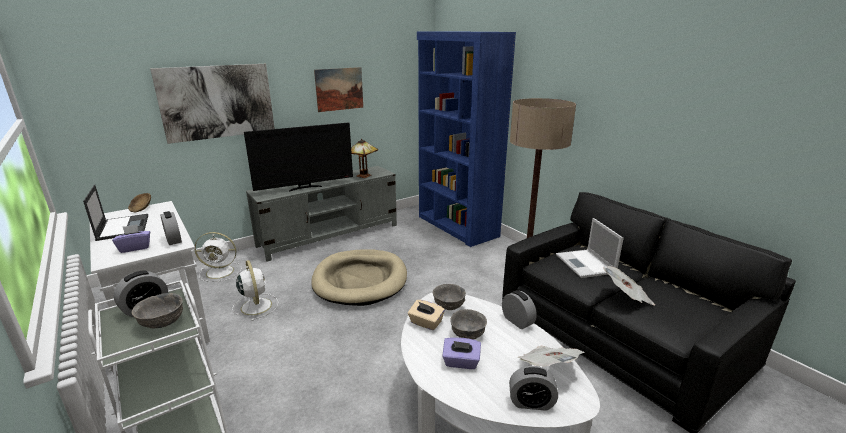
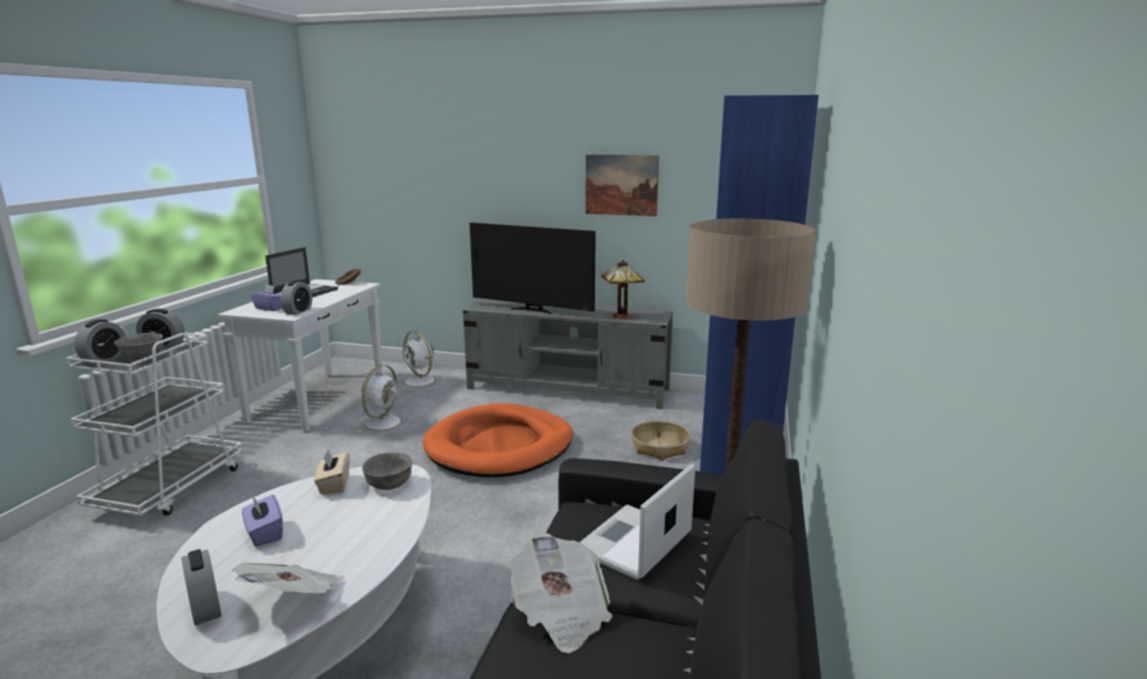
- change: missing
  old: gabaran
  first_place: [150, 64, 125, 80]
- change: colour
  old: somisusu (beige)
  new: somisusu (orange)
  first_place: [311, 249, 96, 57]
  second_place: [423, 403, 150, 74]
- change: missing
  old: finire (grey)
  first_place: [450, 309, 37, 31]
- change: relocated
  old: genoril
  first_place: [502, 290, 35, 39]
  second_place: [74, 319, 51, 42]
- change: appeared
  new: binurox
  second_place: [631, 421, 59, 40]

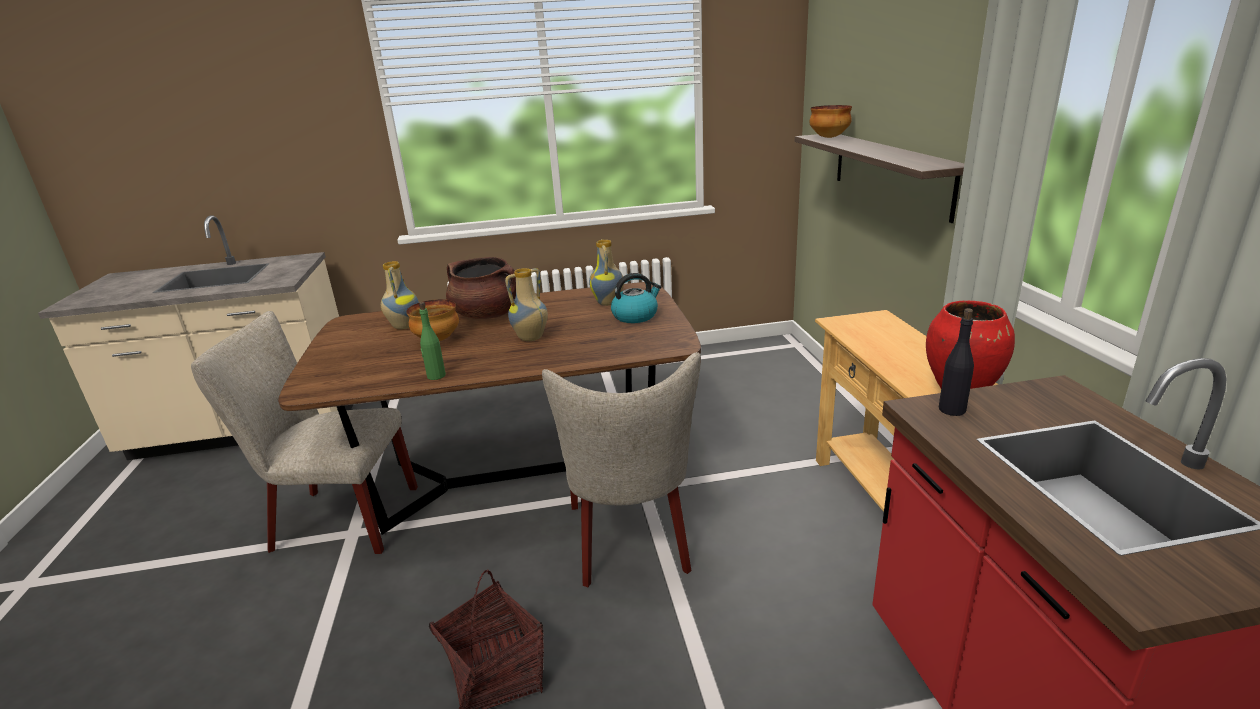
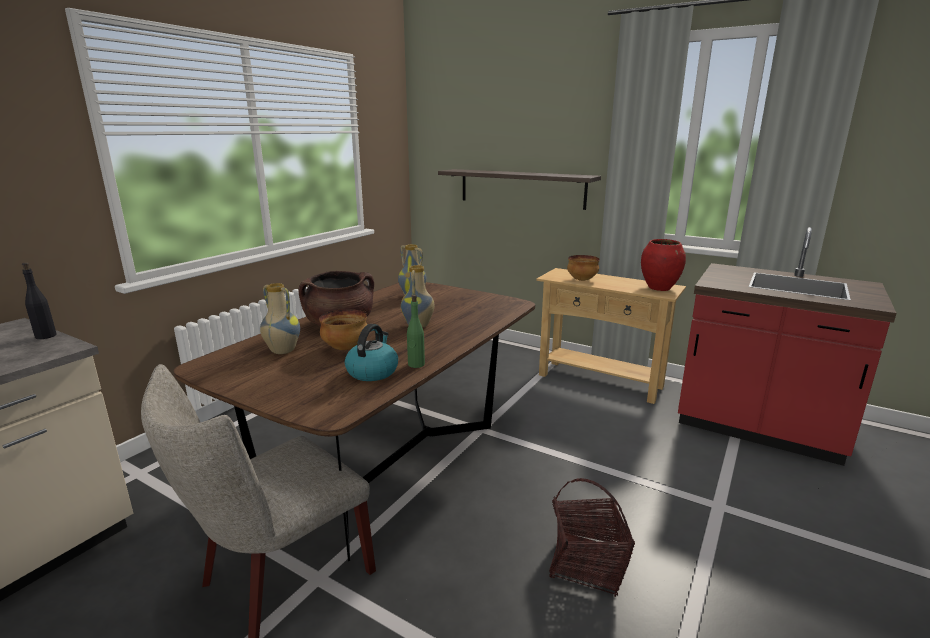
- change: missing
  old: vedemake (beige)
  first_place: [542, 352, 159, 235]
- change: relocated
  old: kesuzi
  first_place: [611, 273, 50, 50]
  second_place: [345, 324, 53, 57]
- change: relocated
  old: finire
  first_place: [809, 105, 43, 33]
  second_place: [567, 255, 33, 26]
- change: relocated
  old: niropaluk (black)
  first_place: [939, 308, 35, 108]
  second_place: [22, 262, 35, 77]

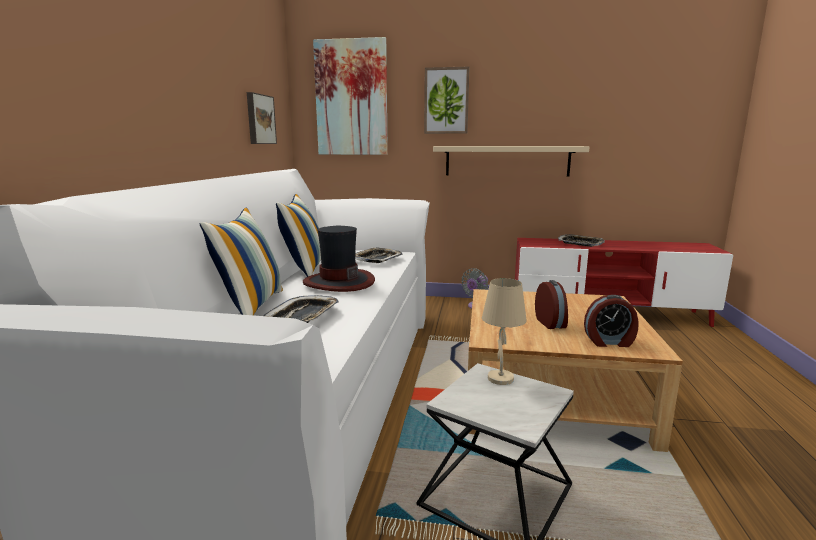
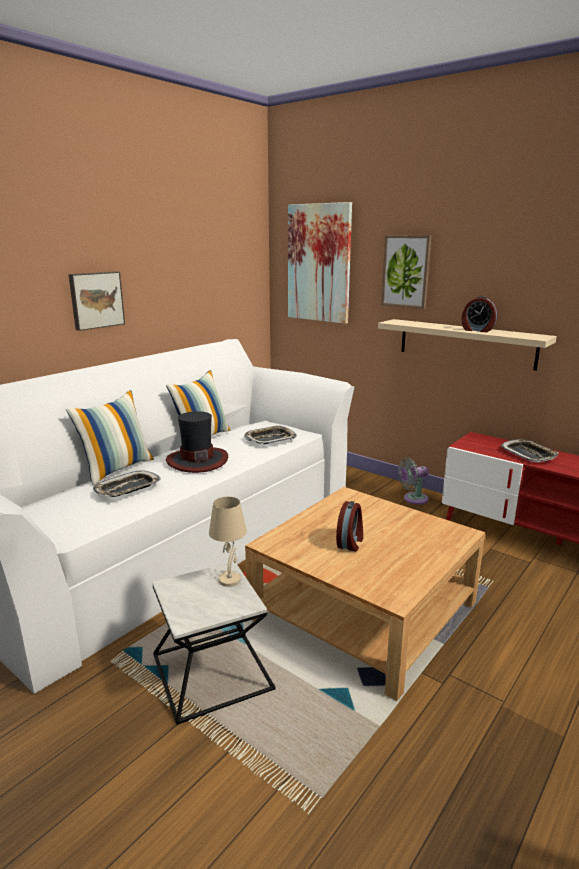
- change: relocated
  old: gabaran
  first_place: [247, 92, 30, 52]
  second_place: [68, 271, 57, 60]
- change: relocated
  old: genoril
  first_place: [584, 295, 55, 52]
  second_place: [461, 296, 37, 36]

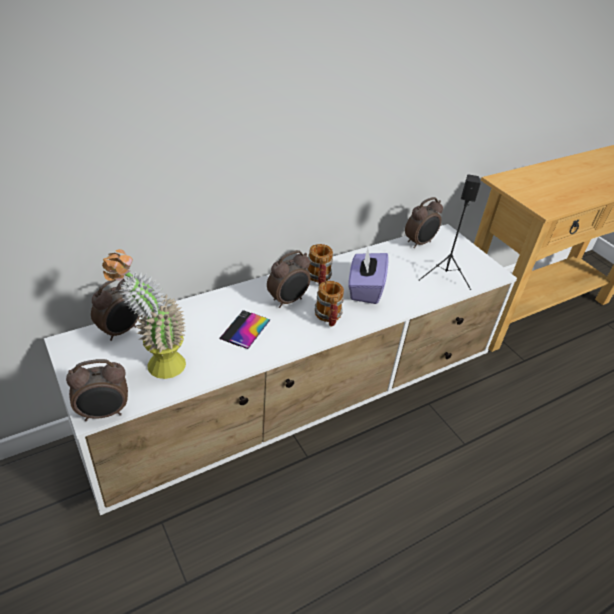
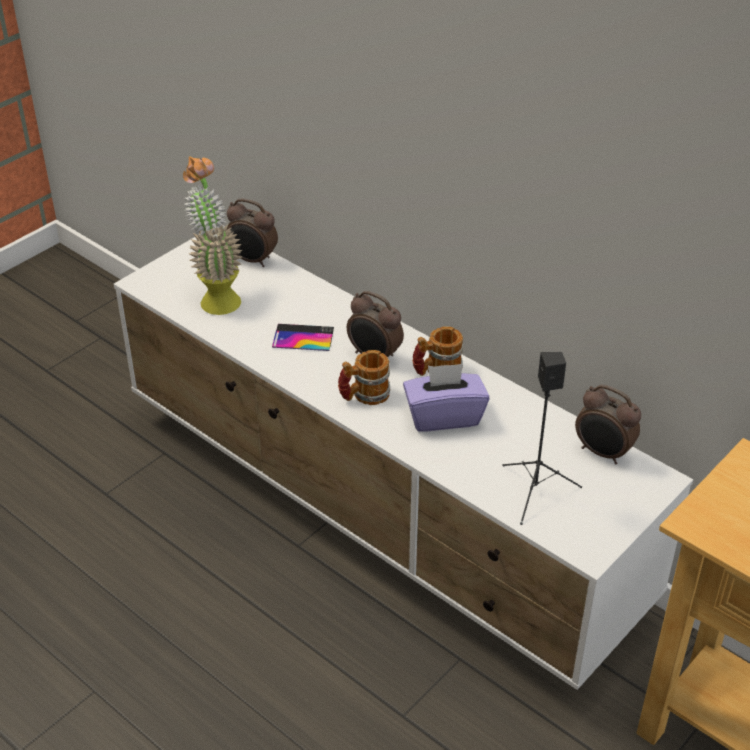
- change: missing
  old: genoril
  first_place: [66, 359, 62, 62]

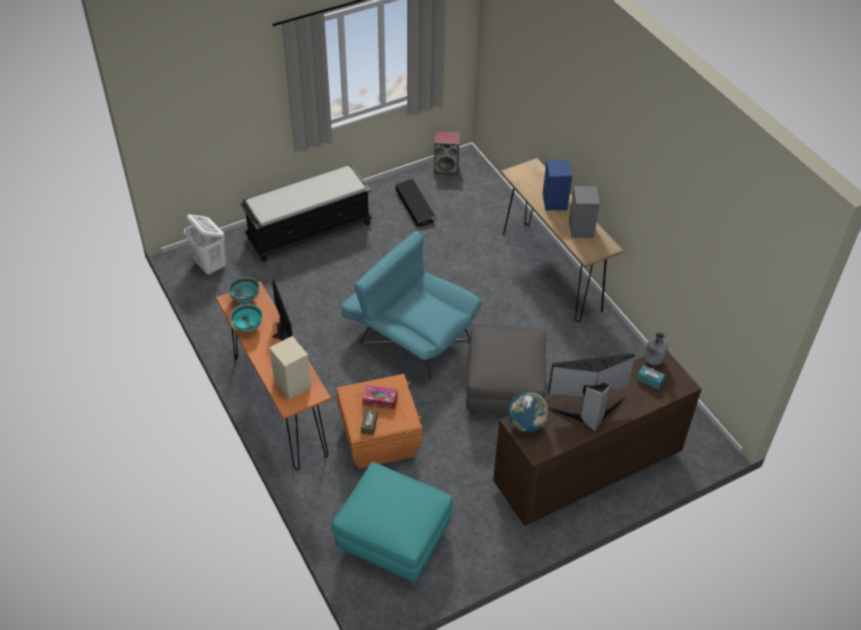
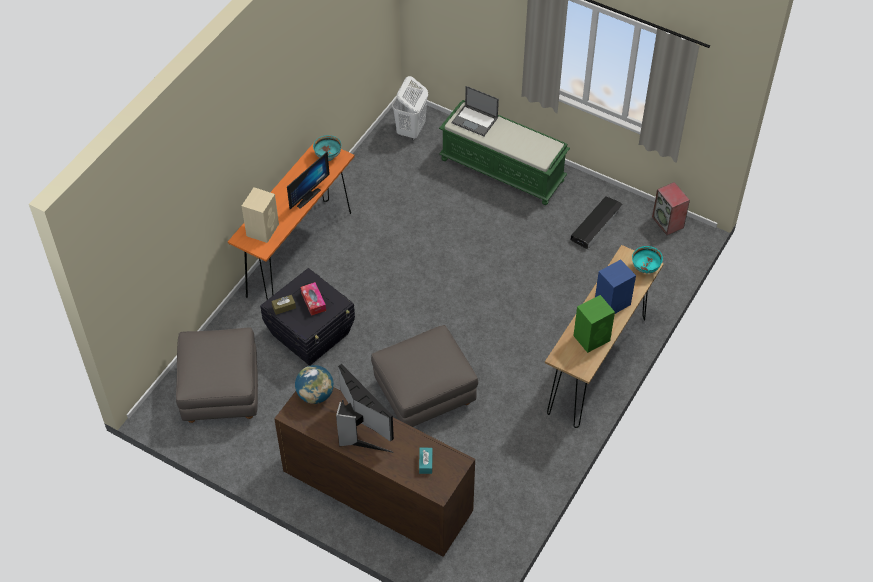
- change: relocated
  old: finire (turquoise)
  first_place: [230, 303, 32, 29]
  second_place: [632, 246, 31, 27]
- change: colour
  old: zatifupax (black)
  new: zatifupax (green)
  first_place: [241, 164, 131, 98]
  second_place: [439, 100, 131, 105]
- change: colour
  old: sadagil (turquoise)
  new: sadagil (grey)
  first_place: [332, 462, 120, 120]
  second_place: [176, 327, 82, 96]
- change: colour
  old: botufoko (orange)
  new: botufoko (black)
  first_place: [336, 374, 86, 95]
  second_place: [260, 268, 95, 98]
- change: missing
  old: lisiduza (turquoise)
  first_place: [341, 231, 141, 149]
- change: colour
  old: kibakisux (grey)
  new: kibakisux (green)
  first_place: [569, 186, 31, 52]
  second_place: [573, 295, 42, 58]
- change: missing
  old: niropaluk (grey)
  first_place: [645, 332, 23, 33]
- change: appeared
  new: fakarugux
  second_place: [452, 86, 47, 50]

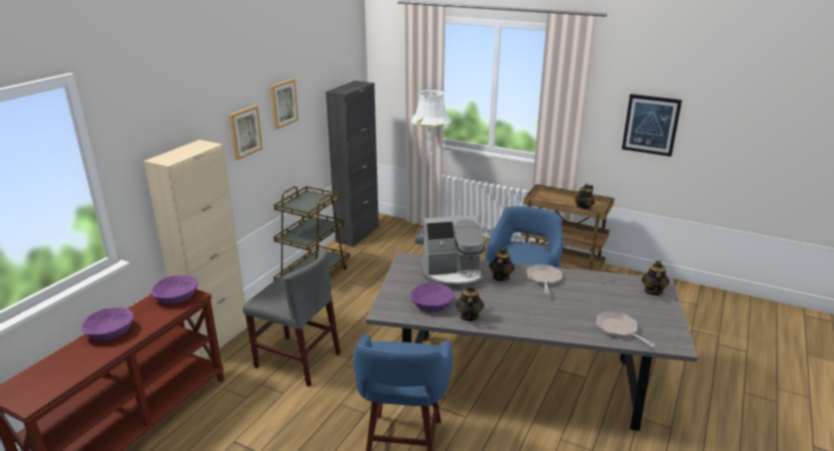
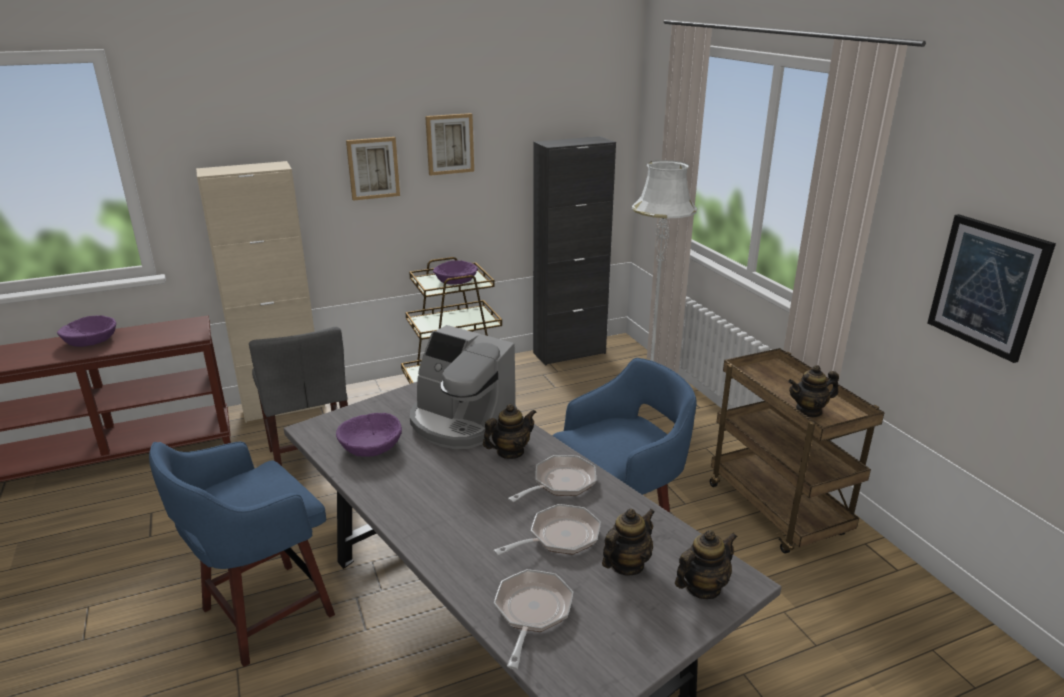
- change: relocated
  old: finire (purple)
  first_place: [151, 275, 47, 29]
  second_place: [433, 260, 45, 25]
- change: relocated
  old: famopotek
  first_place: [456, 283, 28, 38]
  second_place: [602, 508, 53, 68]
- change: appeared
  new: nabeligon
  second_place: [494, 504, 107, 52]

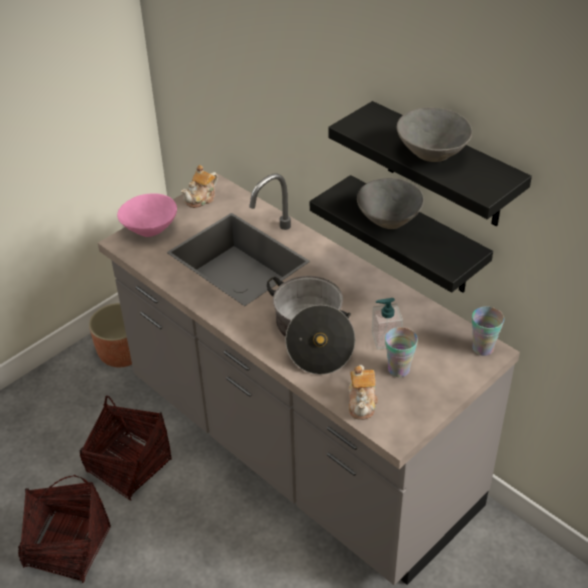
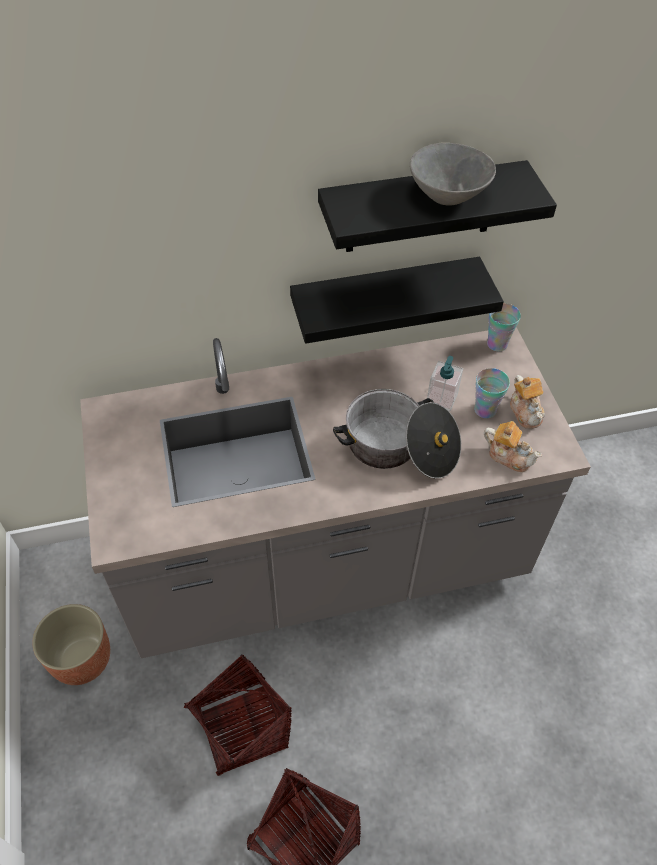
- change: missing
  old: finire (pink)
  first_place: [117, 193, 60, 44]
- change: relocated
  old: famopotek
  first_place: [181, 165, 37, 43]
  second_place: [510, 375, 35, 54]
- change: missing
  old: finire (grey)
  first_place: [357, 178, 67, 51]

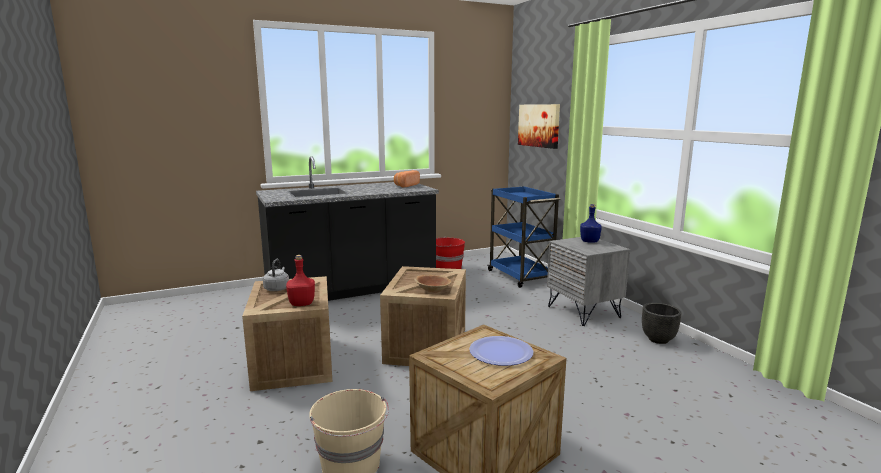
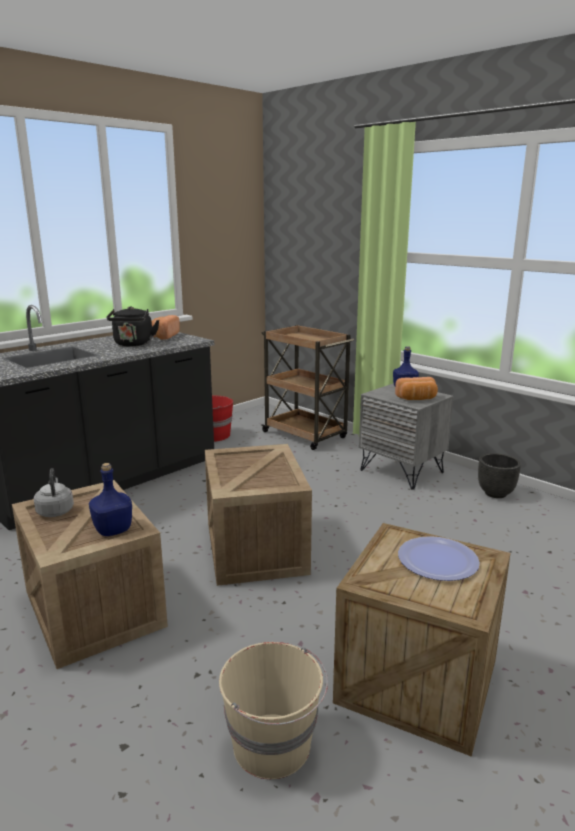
- change: colour
  old: niropaluk (red)
  new: niropaluk (blue)
  first_place: [286, 255, 29, 51]
  second_place: [89, 463, 43, 73]
- change: missing
  old: finire (brown)
  first_place: [414, 274, 38, 19]
- change: colour
  old: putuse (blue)
  new: putuse (brown)
  first_place: [488, 186, 72, 102]
  second_place: [261, 325, 93, 125]
- change: missing
  old: gabaran
  first_place: [518, 104, 42, 45]
- change: appeared
  new: kesuzi (black)
  second_place: [107, 306, 53, 41]
- change: appeared
  new: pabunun
  second_place: [395, 377, 43, 23]

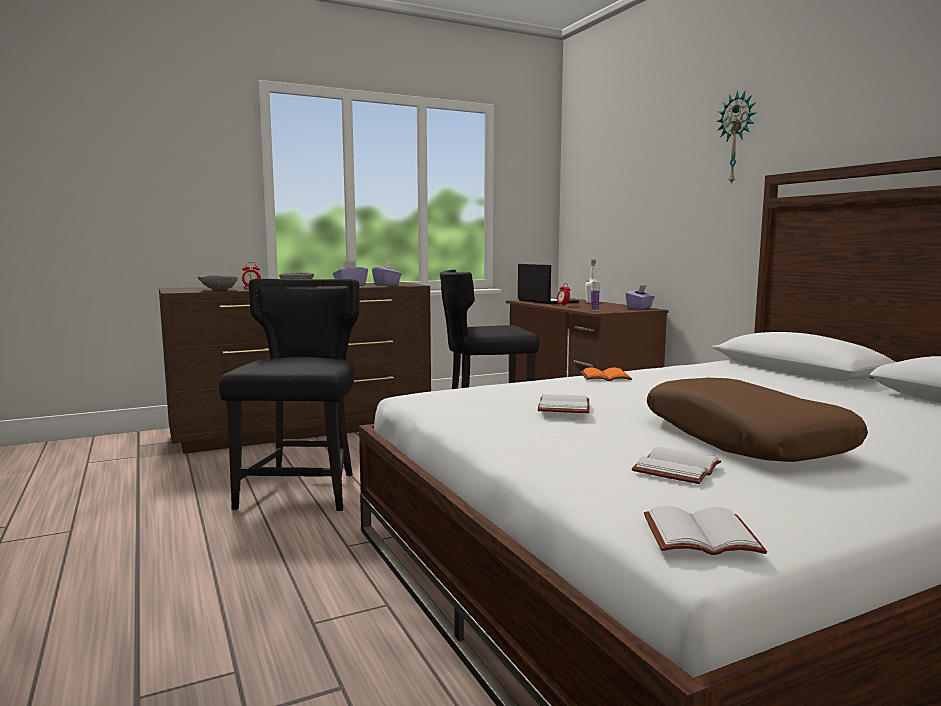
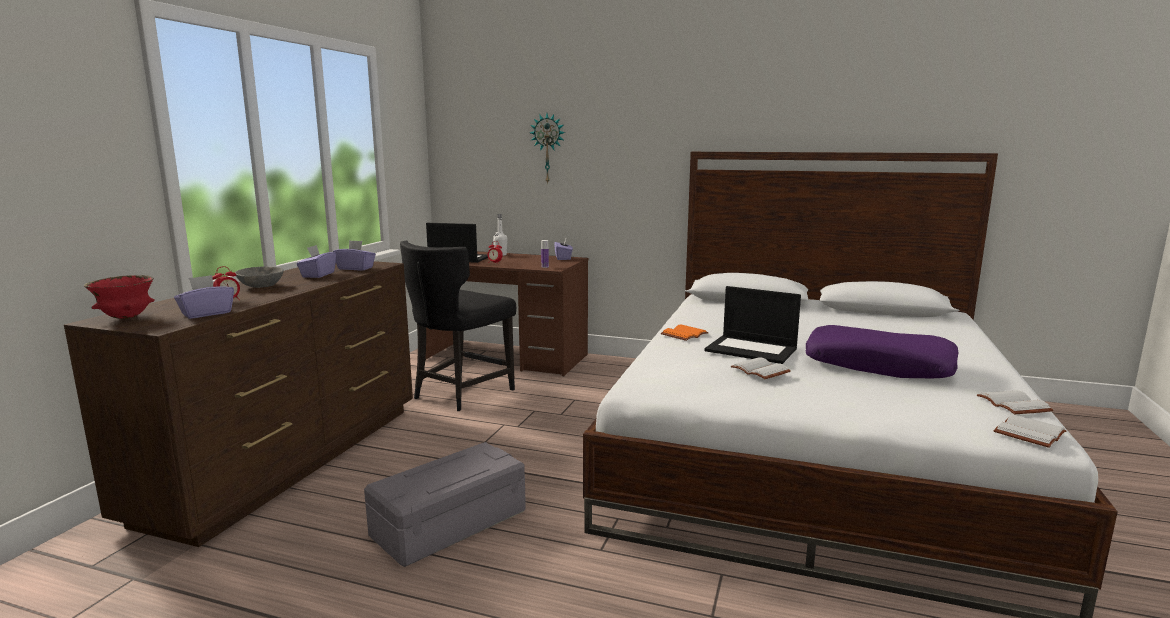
- change: exchanged
  old: finire (grey)
  new: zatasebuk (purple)
  first_place: [198, 275, 40, 16]
  second_place: [174, 275, 60, 44]
- change: exchanged
  old: vedemake (black)
  new: botufoko (grey)
  first_place: [219, 278, 141, 233]
  second_place: [364, 442, 162, 125]
- change: relocated
  old: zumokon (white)
  first_place: [632, 447, 89, 37]
  second_place: [977, 390, 77, 24]
- change: colour
  old: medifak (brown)
  new: medifak (purple)
  first_place: [647, 378, 221, 84]
  second_place: [806, 325, 153, 53]
- change: relocated
  old: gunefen
  first_place: [716, 90, 40, 95]
  second_place: [530, 114, 35, 70]
- change: appeared
  new: finire (red)
  second_place: [84, 275, 71, 44]
- change: appeared
  new: fakarugux
  second_place: [705, 286, 96, 78]

